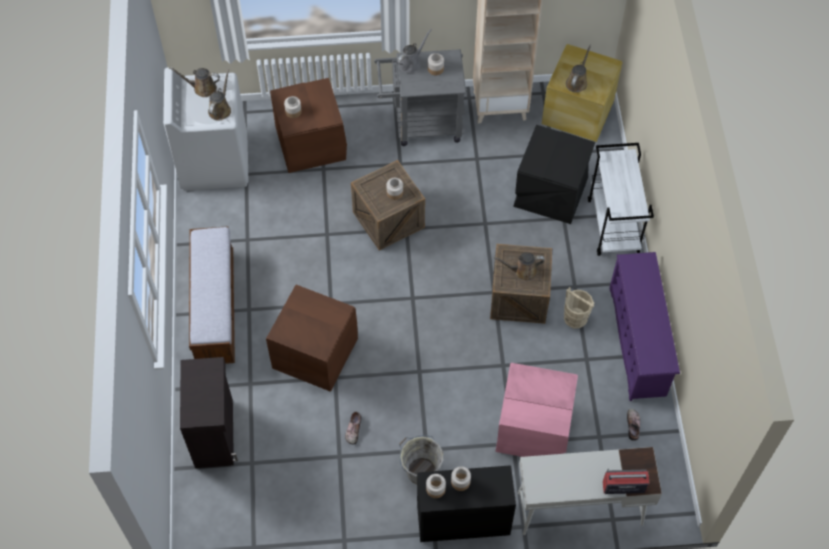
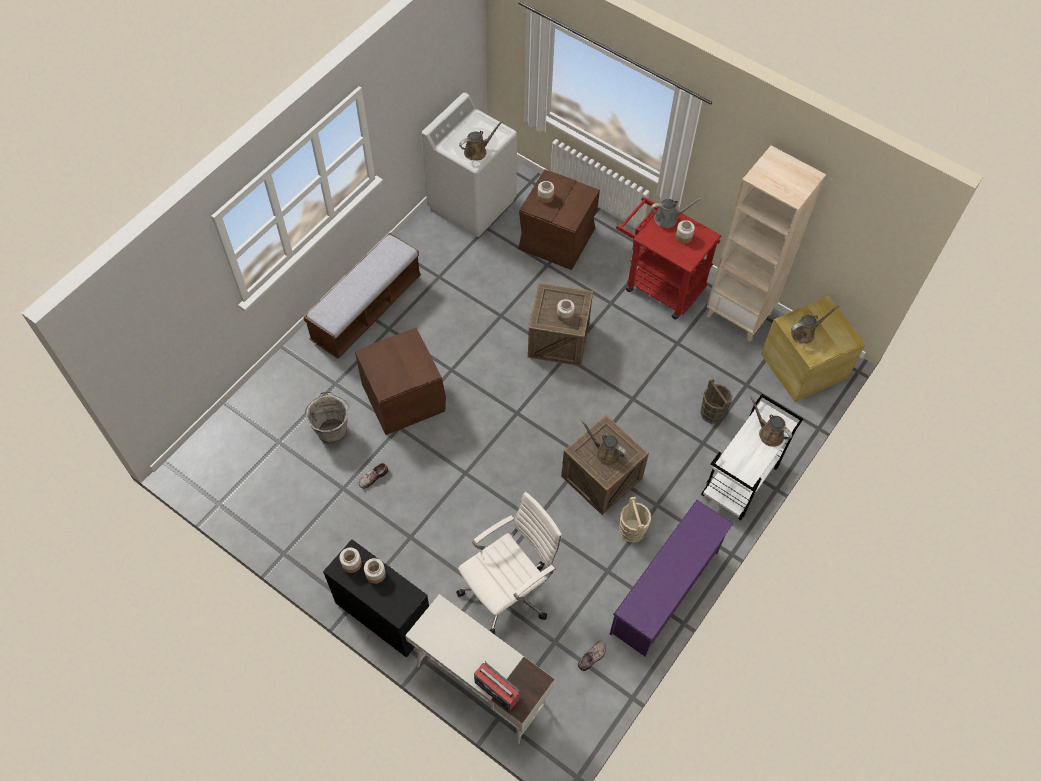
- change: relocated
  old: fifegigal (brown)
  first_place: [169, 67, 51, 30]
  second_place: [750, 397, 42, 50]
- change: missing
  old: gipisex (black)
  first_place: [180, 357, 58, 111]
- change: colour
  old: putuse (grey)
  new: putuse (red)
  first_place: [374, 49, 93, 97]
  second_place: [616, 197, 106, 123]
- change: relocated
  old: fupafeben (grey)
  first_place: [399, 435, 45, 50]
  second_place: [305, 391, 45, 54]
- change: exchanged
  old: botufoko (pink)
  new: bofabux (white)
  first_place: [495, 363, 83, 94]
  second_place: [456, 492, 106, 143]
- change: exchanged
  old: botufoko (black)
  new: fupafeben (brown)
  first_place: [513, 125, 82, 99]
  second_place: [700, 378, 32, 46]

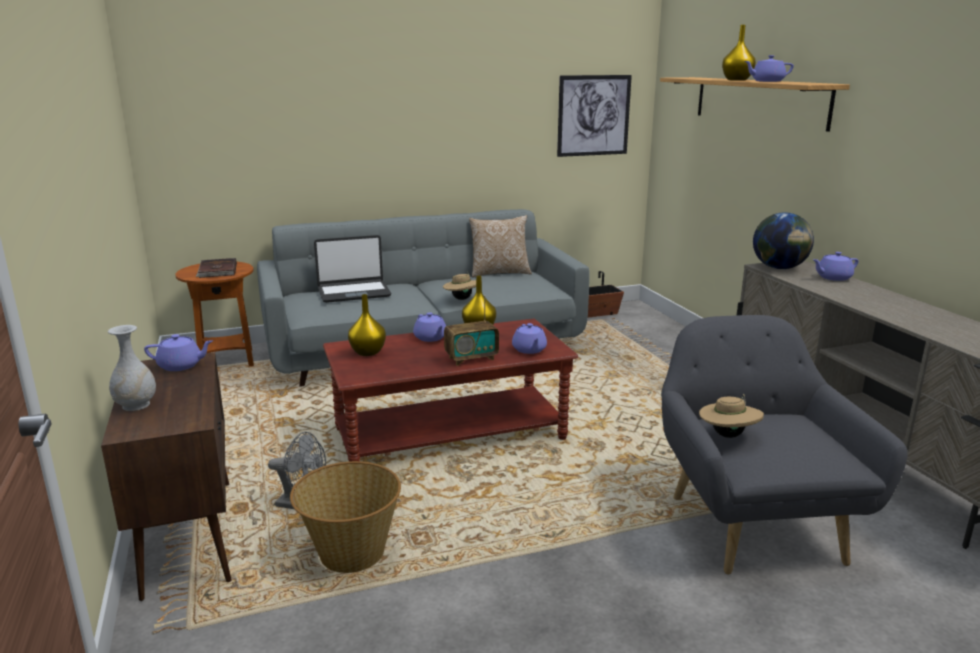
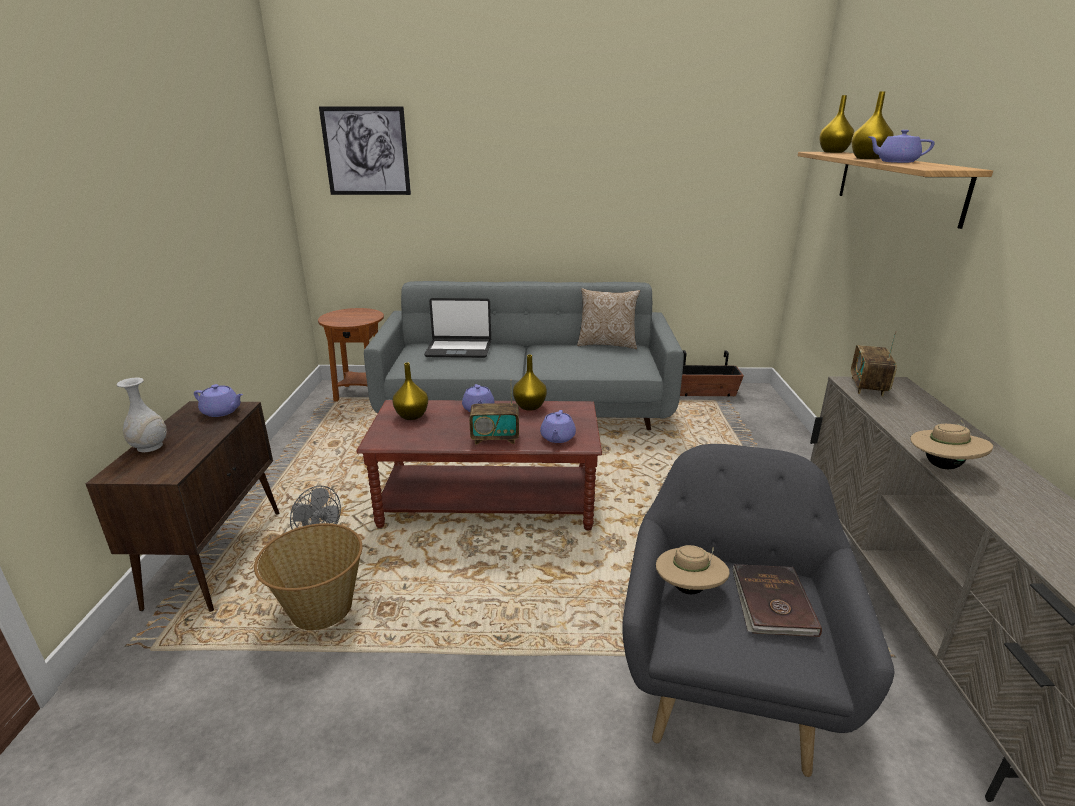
- change: relocated
  old: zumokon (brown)
  first_place: [195, 258, 42, 20]
  second_place: [732, 564, 90, 73]
- change: relocated
  old: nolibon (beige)
  first_place: [443, 271, 33, 29]
  second_place: [910, 420, 83, 49]
- change: relocated
  old: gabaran
  first_place: [557, 75, 75, 82]
  second_place: [319, 106, 92, 89]
- change: exchanged
  old: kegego
  new: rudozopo
  first_place: [753, 212, 61, 57]
  second_place: [851, 331, 46, 66]
- change: missing
  old: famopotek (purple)
  first_place: [813, 252, 46, 29]
- change: appeared
  new: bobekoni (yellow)
  second_place: [819, 95, 35, 58]

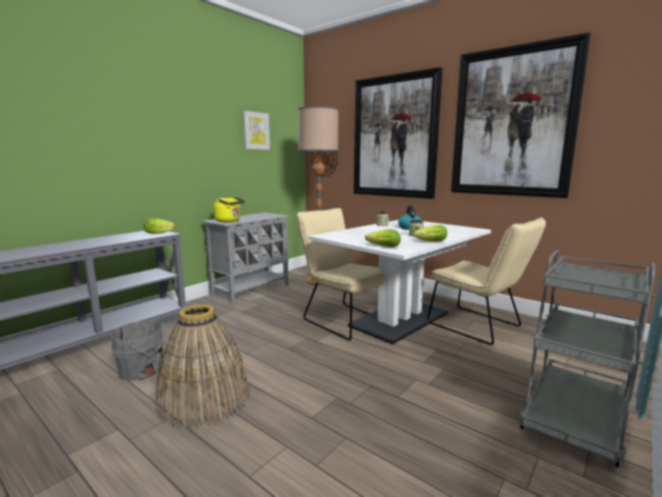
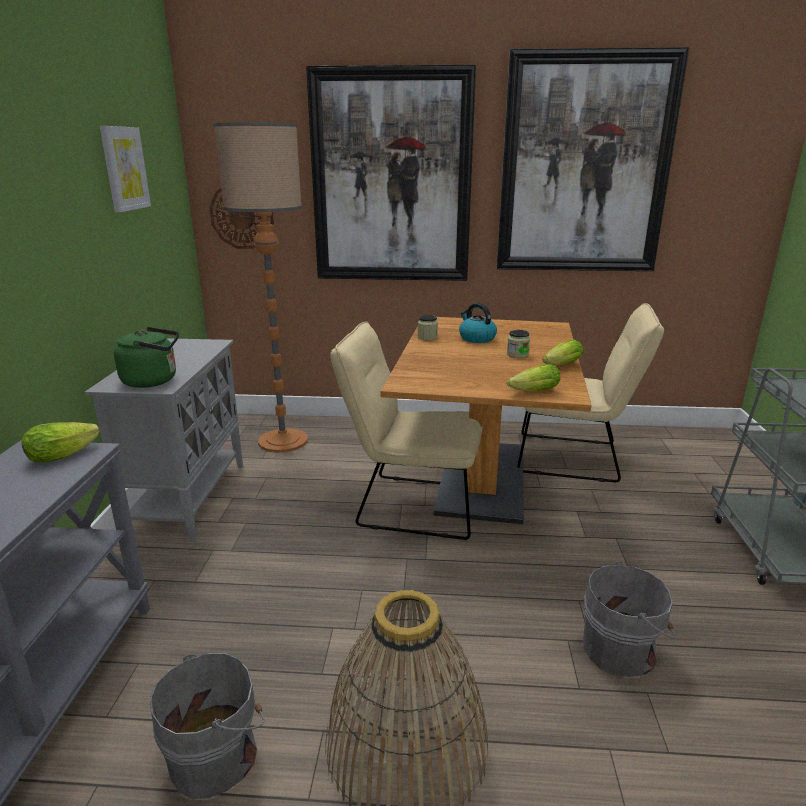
- change: colour
  old: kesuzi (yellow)
  new: kesuzi (green)
  first_place: [213, 196, 32, 26]
  second_place: [114, 327, 65, 61]
- change: colour
  old: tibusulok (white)
  new: tibusulok (brown)
  first_place: [308, 220, 183, 125]
  second_place: [381, 317, 210, 207]
- change: appeared
  new: fupafeben (grey)
  second_place: [583, 561, 92, 116]

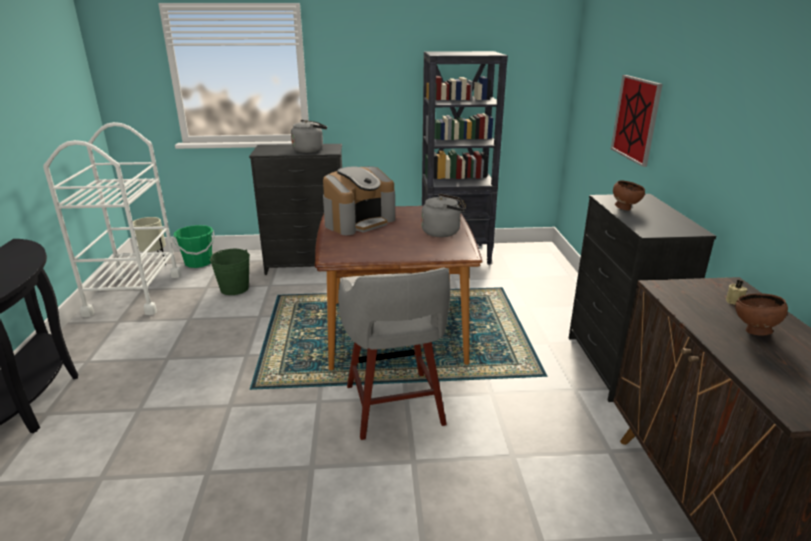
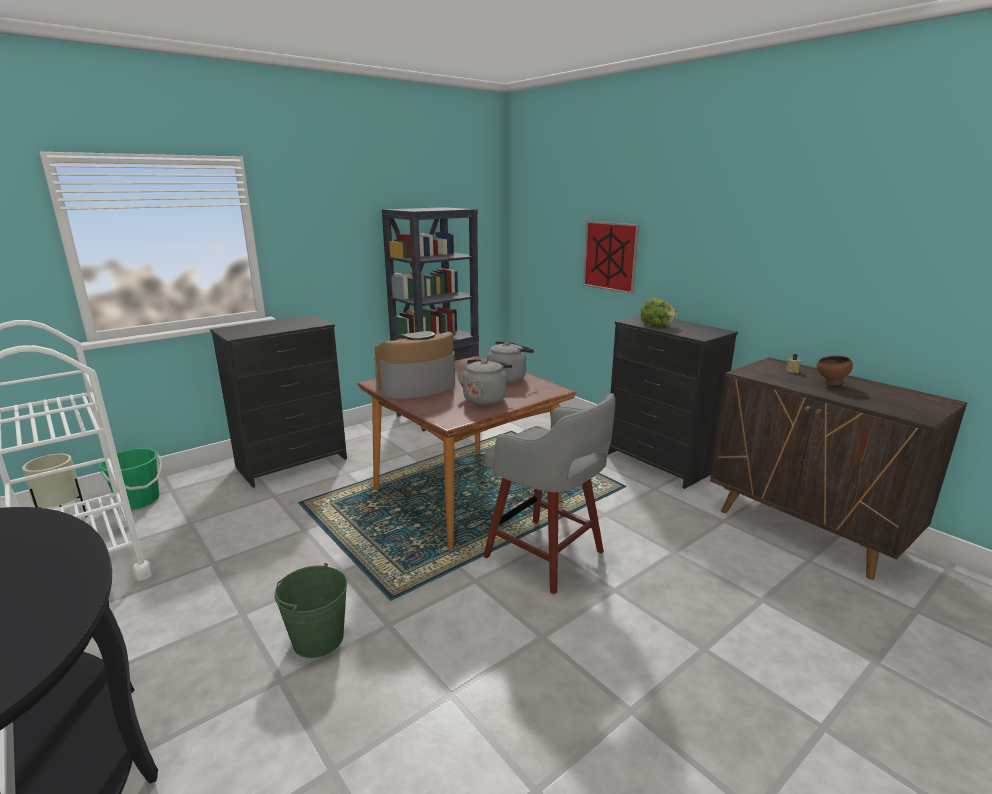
- change: relocated
  old: fupafeben (green)
  first_place: [210, 249, 40, 46]
  second_place: [275, 563, 72, 95]
- change: relocated
  old: kesuzi (grey)
  first_place: [291, 120, 36, 33]
  second_place: [457, 359, 55, 46]
- change: spun
  old: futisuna
  first_place: [323, 166, 72, 69]
  second_place: [374, 331, 81, 68]
  degrees: -135
- change: exchanged
  old: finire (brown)
  new: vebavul
  first_place: [613, 180, 32, 31]
  second_place: [641, 298, 36, 28]

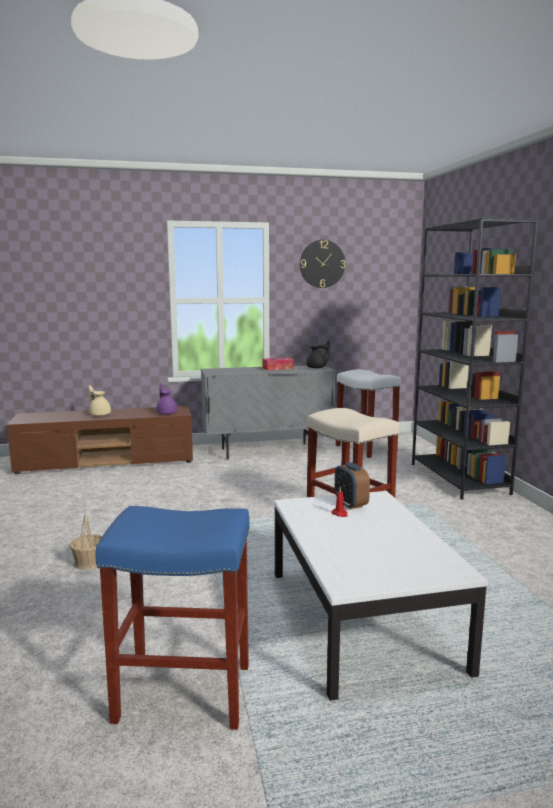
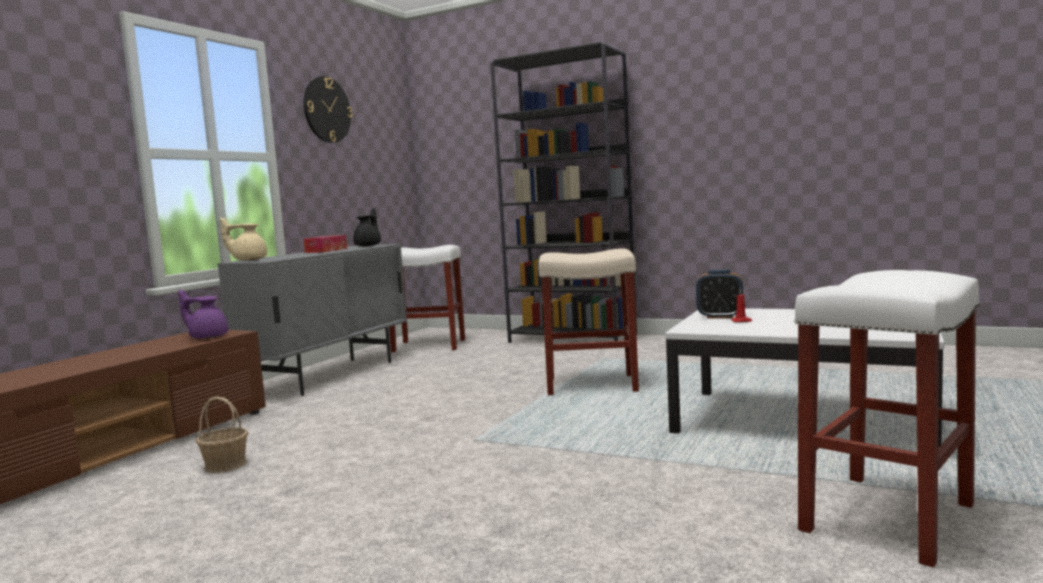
- change: relocated
  old: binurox
  first_place: [69, 514, 34, 56]
  second_place: [196, 396, 52, 77]
- change: relocated
  old: famopotek (beige)
  first_place: [89, 385, 22, 31]
  second_place: [220, 217, 47, 43]
- change: colour
  old: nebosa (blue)
  new: nebosa (white)
  first_place: [95, 506, 155, 224]
  second_place: [794, 270, 186, 297]

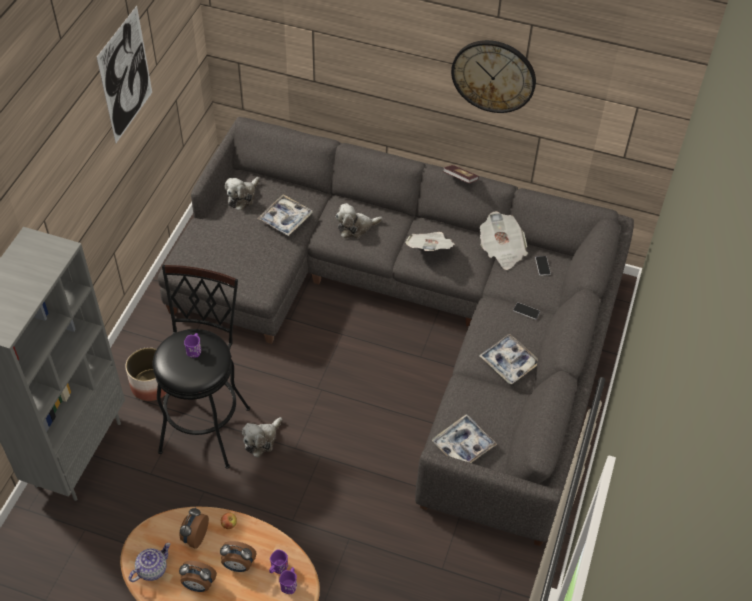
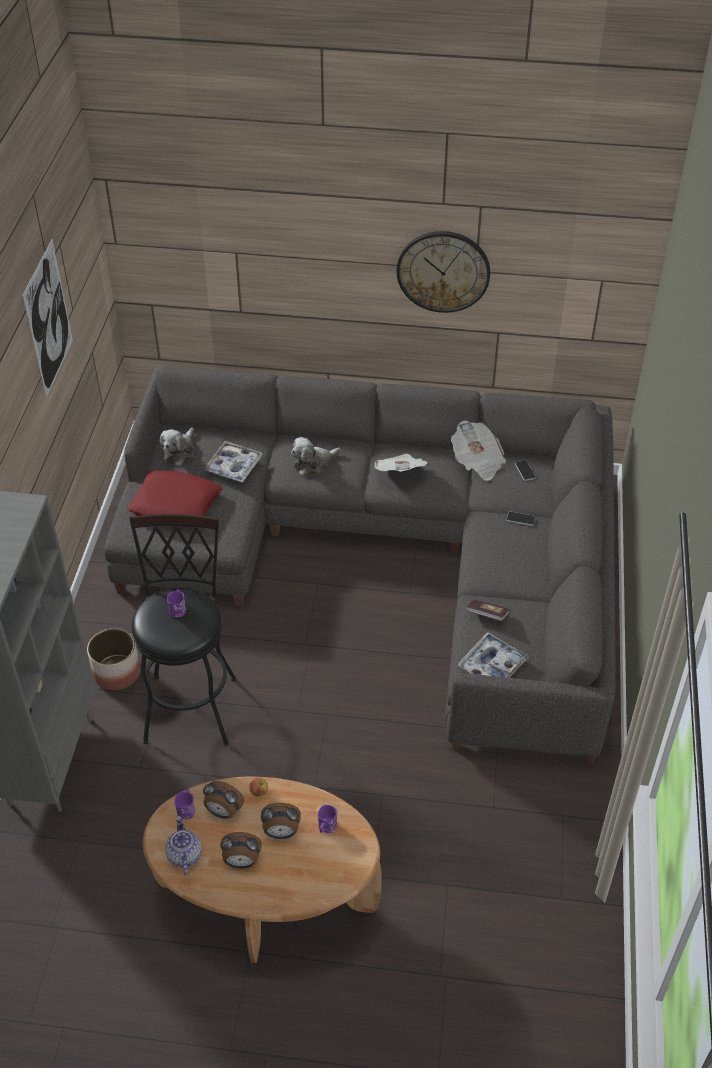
- change: spun
  old: famopotek
  first_place: [129, 543, 42, 39]
  second_place: [165, 816, 37, 59]
  degrees: -45
- change: spun
  old: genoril
  first_place: [179, 507, 30, 42]
  second_place: [203, 781, 41, 38]
  degrees: -75
- change: missing
  old: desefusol
  first_place: [242, 417, 40, 41]
- change: relocated
  old: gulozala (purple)
  first_place: [279, 567, 18, 27]
  second_place: [174, 789, 21, 31]
- change: relocated
  old: zumokon
  first_place: [443, 165, 36, 18]
  second_place: [466, 600, 44, 21]
- change: missing
  old: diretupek
  first_place: [479, 334, 59, 50]
- change: appeared
  new: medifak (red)
  second_place: [126, 471, 97, 56]

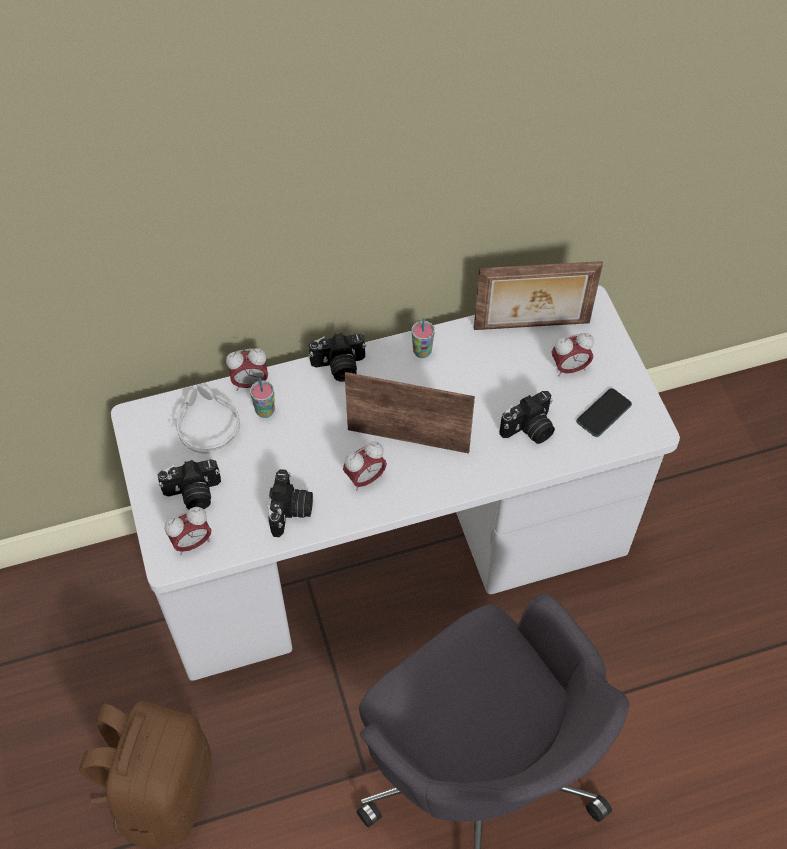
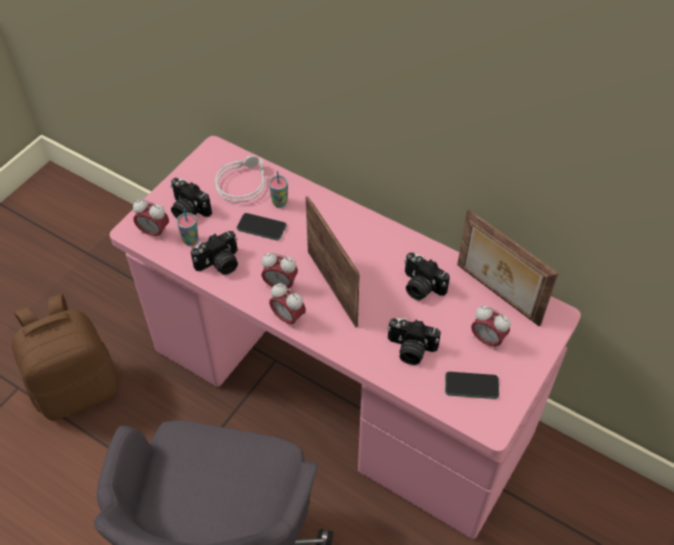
- change: colour
  old: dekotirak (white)
  new: dekotirak (pink)
  first_place: [111, 285, 569, 396]
  second_place: [110, 136, 471, 403]
- change: relocated
  old: genoril
  first_place: [226, 348, 42, 43]
  second_place: [269, 283, 37, 45]
- change: relocated
  old: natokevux
  first_place: [309, 333, 57, 49]
  second_place: [404, 252, 46, 49]
- change: relocated
  old: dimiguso
  first_place: [412, 318, 23, 40]
  second_place: [177, 209, 22, 37]
- change: appeared
  new: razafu
  second_place: [237, 213, 50, 27]

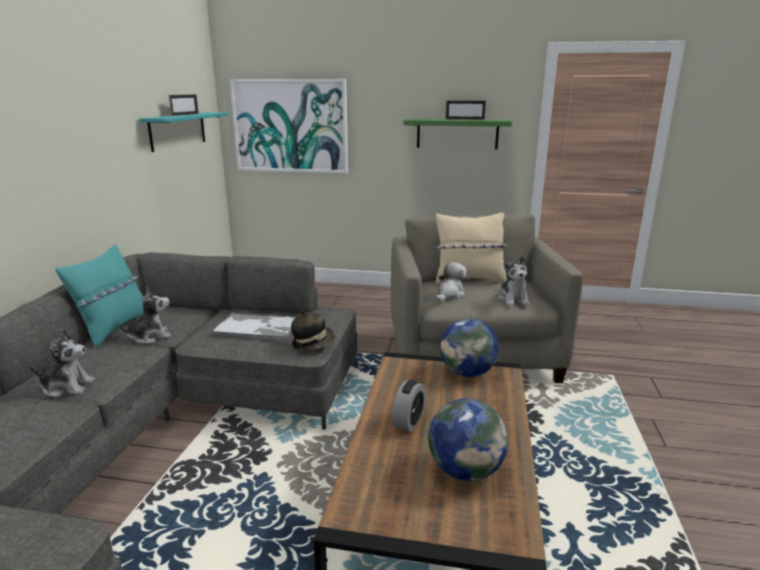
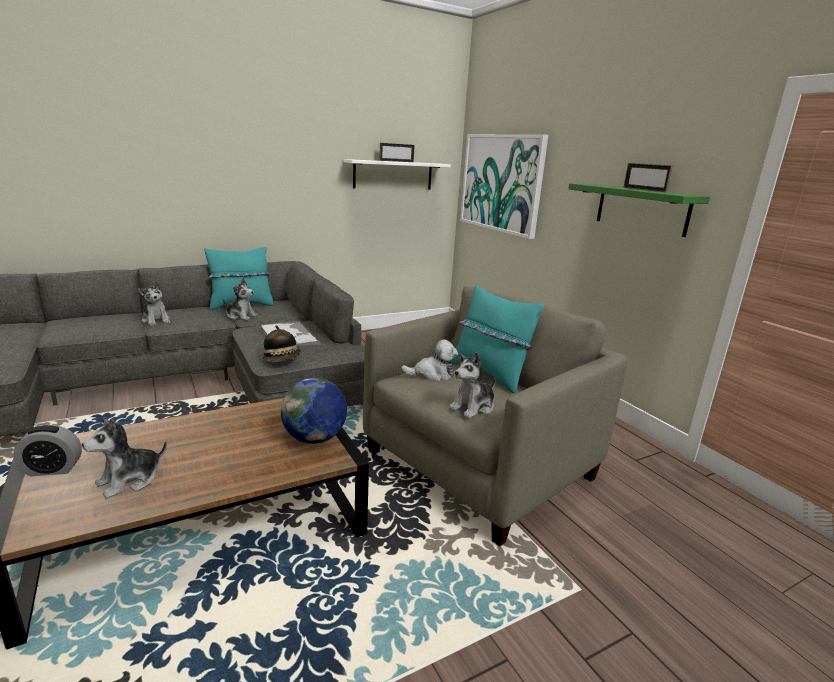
- change: colour
  old: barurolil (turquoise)
  new: barurolil (white)
  first_place: [139, 112, 89, 40]
  second_place: [344, 159, 107, 31]
- change: relocated
  old: genoril
  first_place: [392, 380, 34, 52]
  second_place: [13, 425, 69, 51]
- change: exchanged
  old: kegego
  new: desefusol
  first_place: [428, 399, 80, 82]
  second_place: [82, 417, 85, 82]
- change: colour
  old: medifak (beige)
  new: medifak (turquoise)
  first_place: [436, 213, 72, 71]
  second_place: [452, 285, 92, 109]

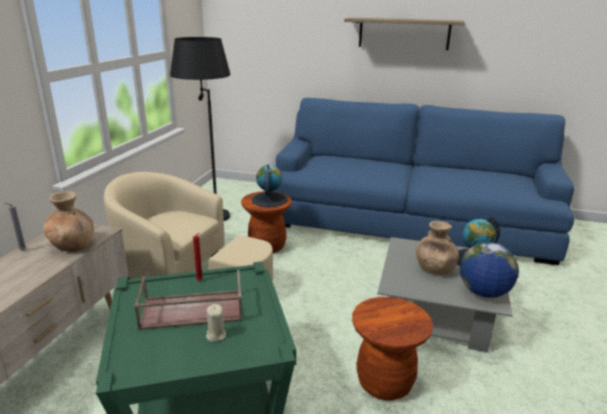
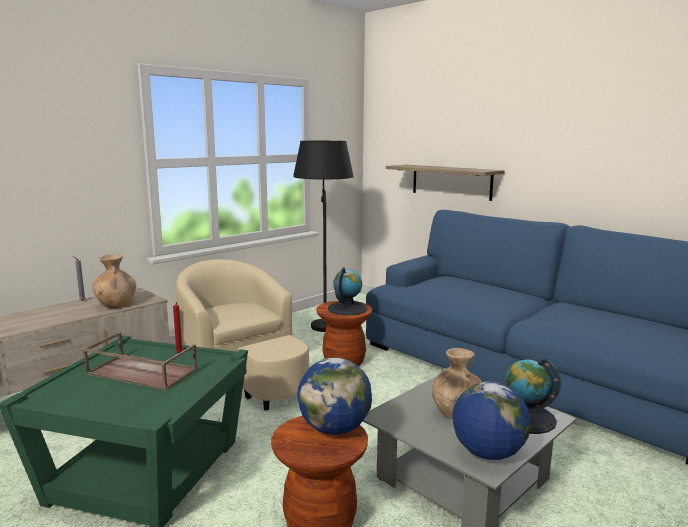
- change: missing
  old: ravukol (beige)
  first_place: [206, 304, 20, 38]
- change: relocated
  old: barurolil
  first_place: [344, 18, 120, 32]
  second_place: [386, 165, 118, 36]
- change: appeared
  new: kegego
  second_place: [297, 357, 75, 78]

